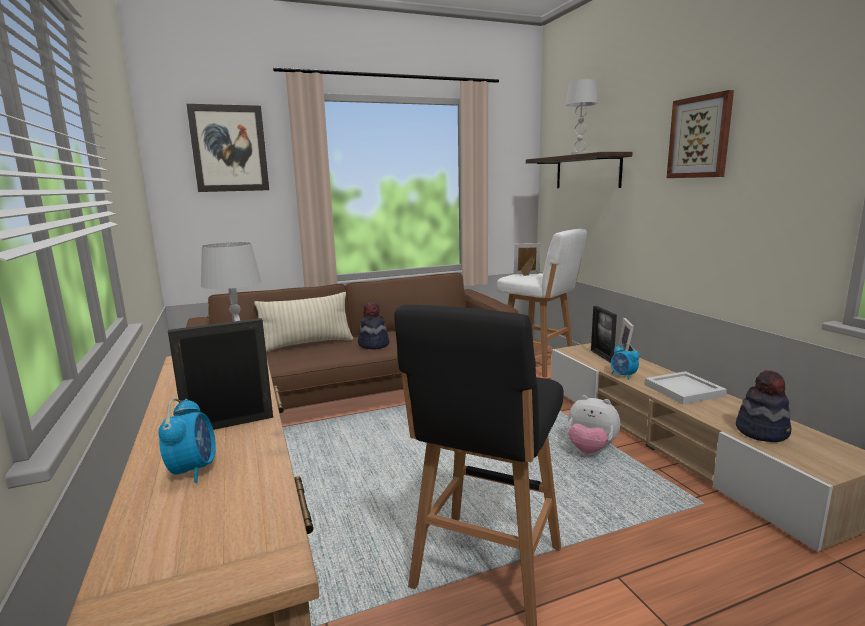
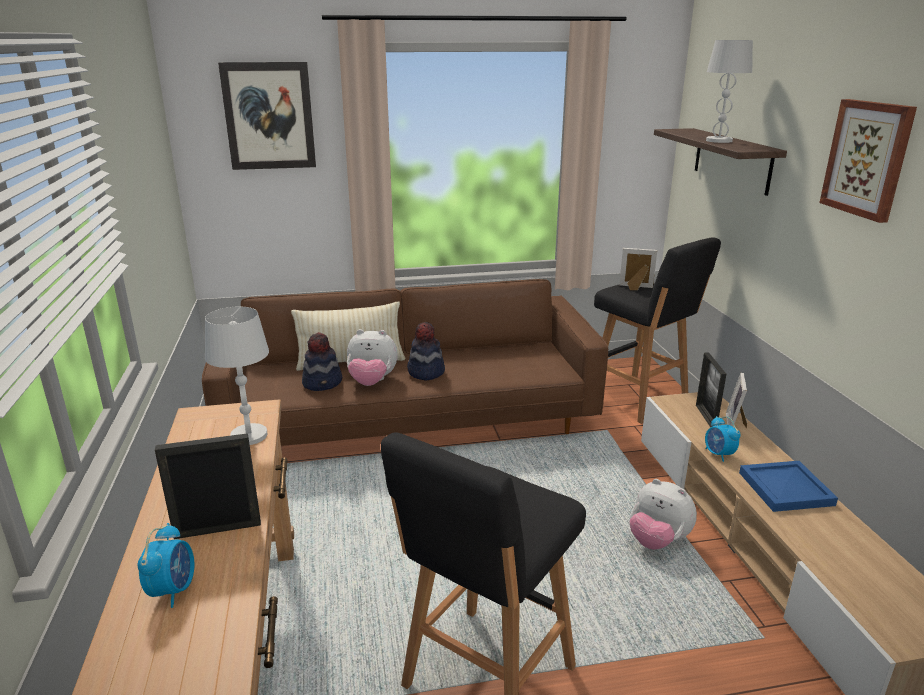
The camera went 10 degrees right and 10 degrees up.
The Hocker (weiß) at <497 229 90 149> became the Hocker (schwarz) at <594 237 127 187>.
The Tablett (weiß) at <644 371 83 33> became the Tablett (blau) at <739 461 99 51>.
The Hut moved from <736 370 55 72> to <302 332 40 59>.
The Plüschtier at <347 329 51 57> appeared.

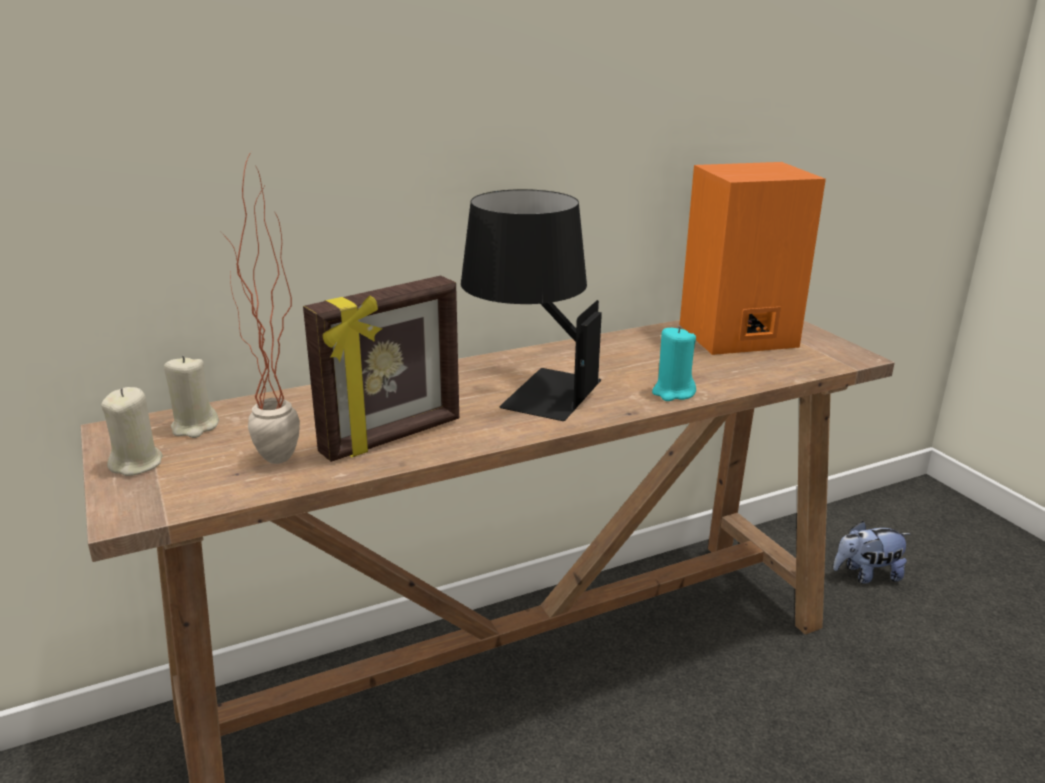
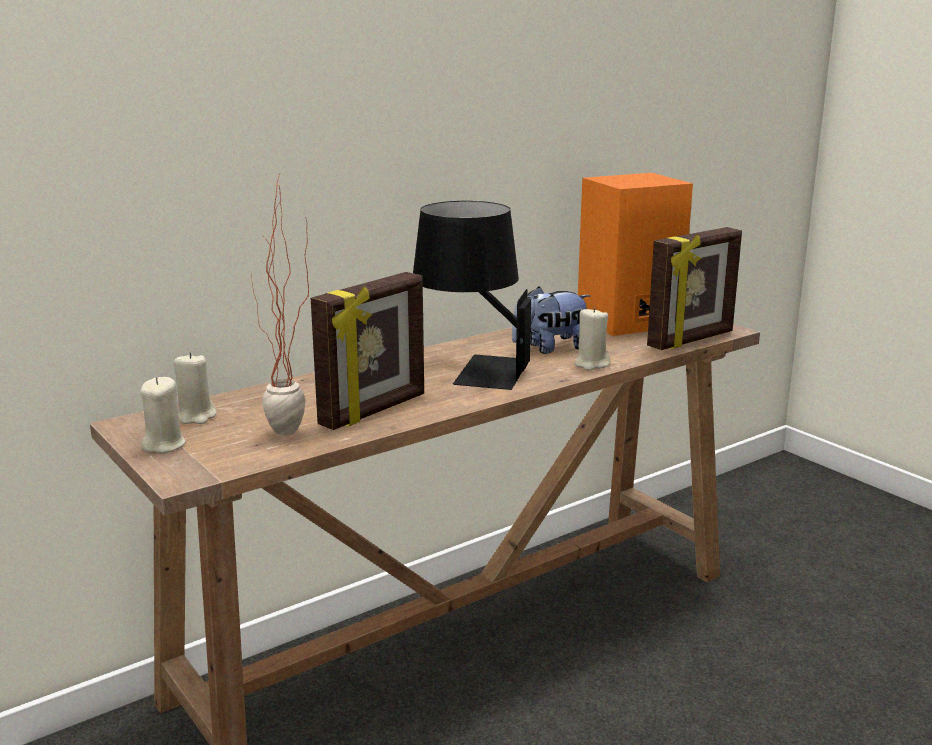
The camera went 10 degrees left and 5 degrees down.
The Kerze (türkis) at <652 326 44 75> became the Kerze (beige) at <575 307 35 63>.
The Plüschtier moved from <833 521 78 63> to <512 286 79 68>.
The Bilderrahmen at <647 227 95 123> appeared.

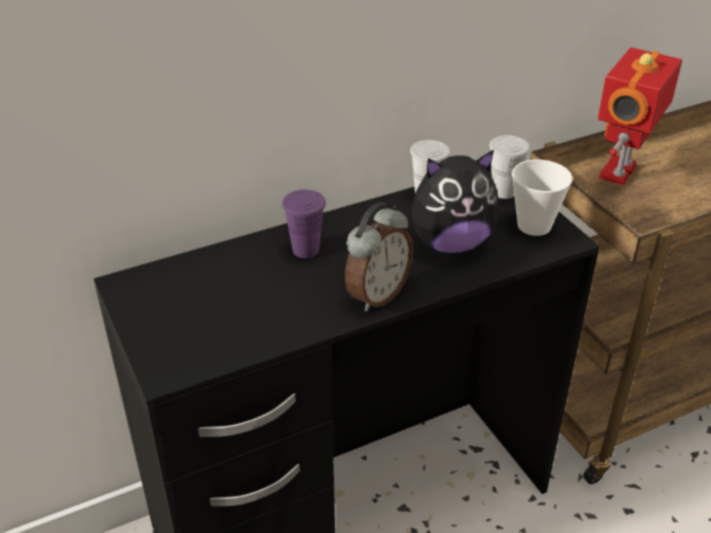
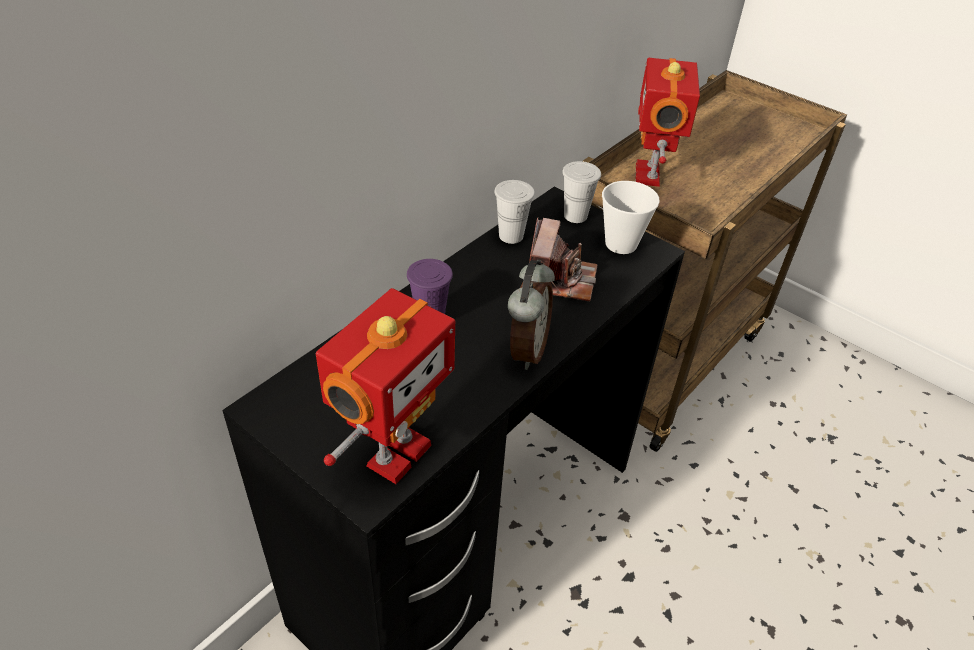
The camera went 25 degrees left and 5 degrees up.
The Plüschtier at <412 150 87 103> was replaced by the Kamera at <529 218 69 83>.
The Spielzeugroboter at <316 288 139 196> appeared.

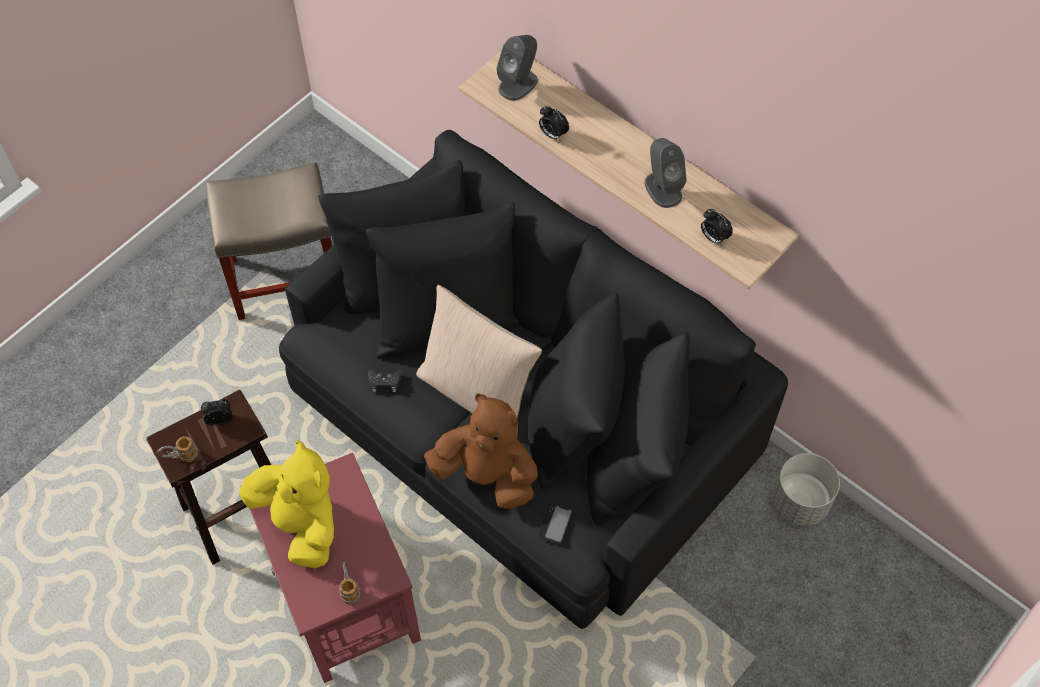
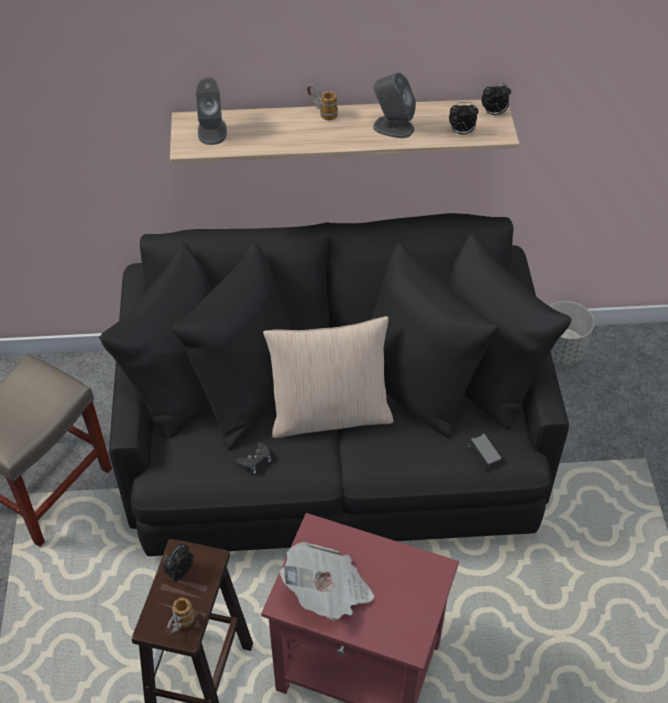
The camera went 45 degrees left and 10 degrees down.
The Plüschtier (gelb) at <239 440 95 128> was replaced by the Zeitung at <280 542 94 78>.
The Henkelbecher moved from <339 560 21 44> to <307 84 31 36>.
The Plüschtier (braun) at <424 394 114 115> disappeared.
The Wecker moved from <539 106 30 35> to <481 83 30 32>.

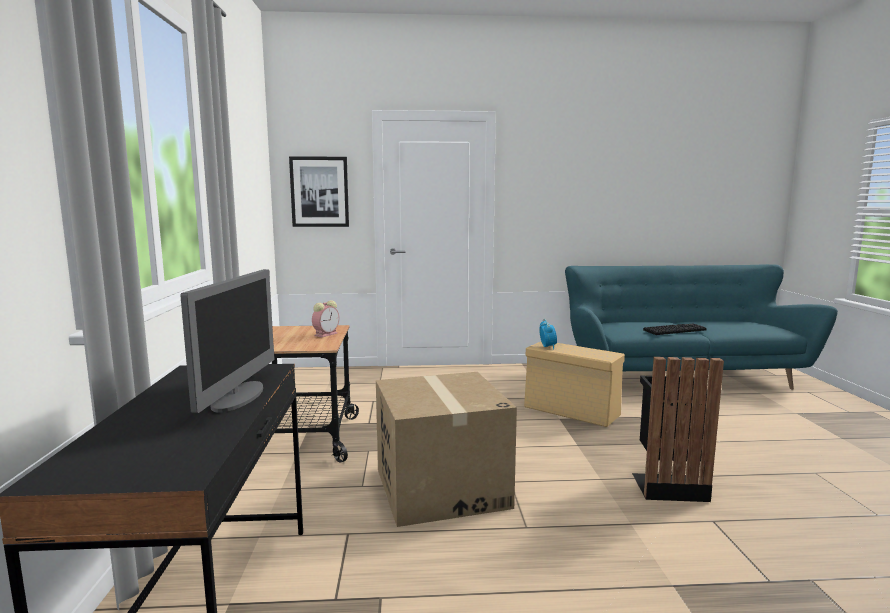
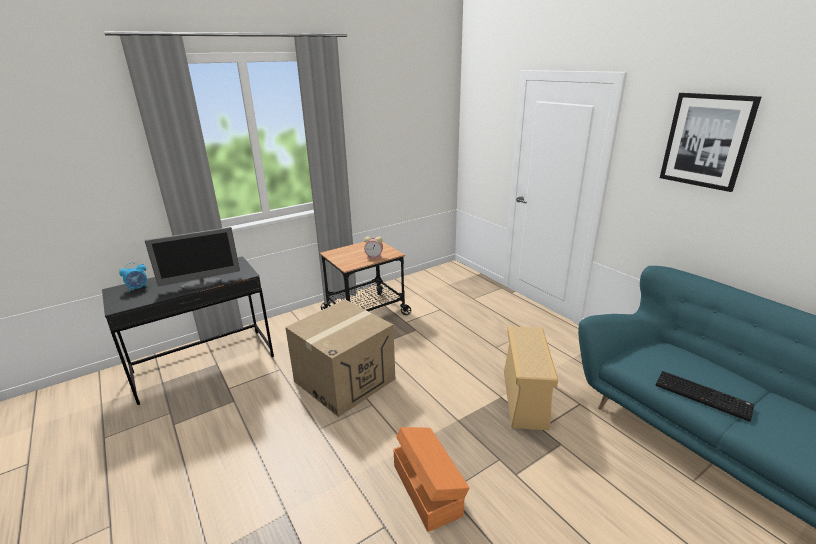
The camera went 60 degrees right and 15 degrees up.
The Bild moved from <289 156 60 71> to <660 93 101 99>.
The Wecker moved from <539 319 18 31> to <119 262 29 30>.
The Mülleimer (schwarz) at <632 357 92 145> was replaced by the Aufbewahrungsbox (orange) at <393 427 77 105>.

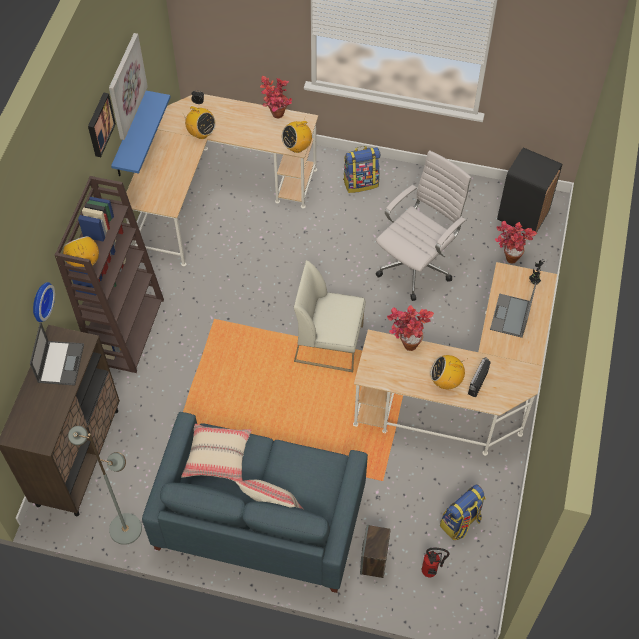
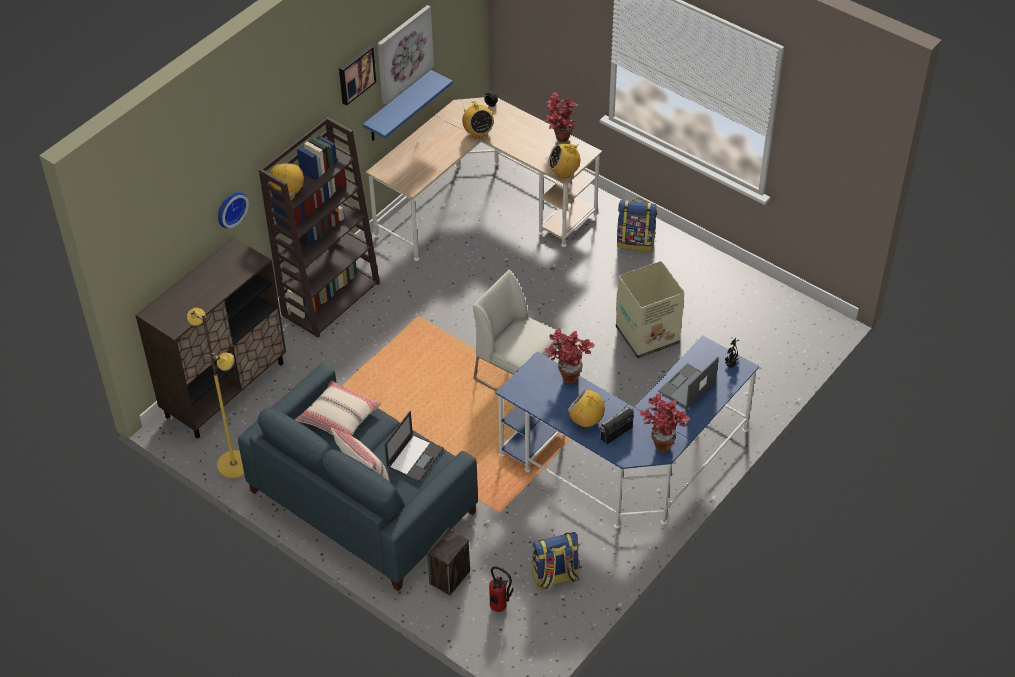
The camera went 25 degrees right and 10 degrees down.
The Laptop moved from <30 322 54 64> to <384 411 60 71>.
The Stehlampe (grau) at <68 425 74 120> became the Stehlampe (gelb) at <187 308 57 170>.
The Schreibtisch (beige) at <353 262 204 194> became the Schreibtisch (blau) at <495 335 264 193>.
The Bürostuhl (weiß) at <376 150 95 151> was replaced by the Karton at <616 261 69 97>.
The Topfpflanze moved from <495 220 42 44> to <640 393 50 59>.
The Mülleimer (schwarz) at <497 148 65 84> disappeared.

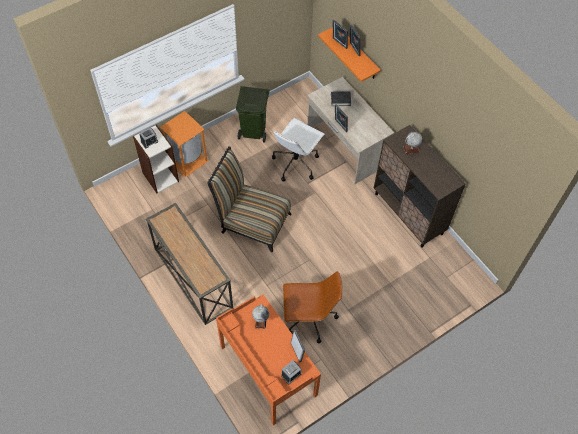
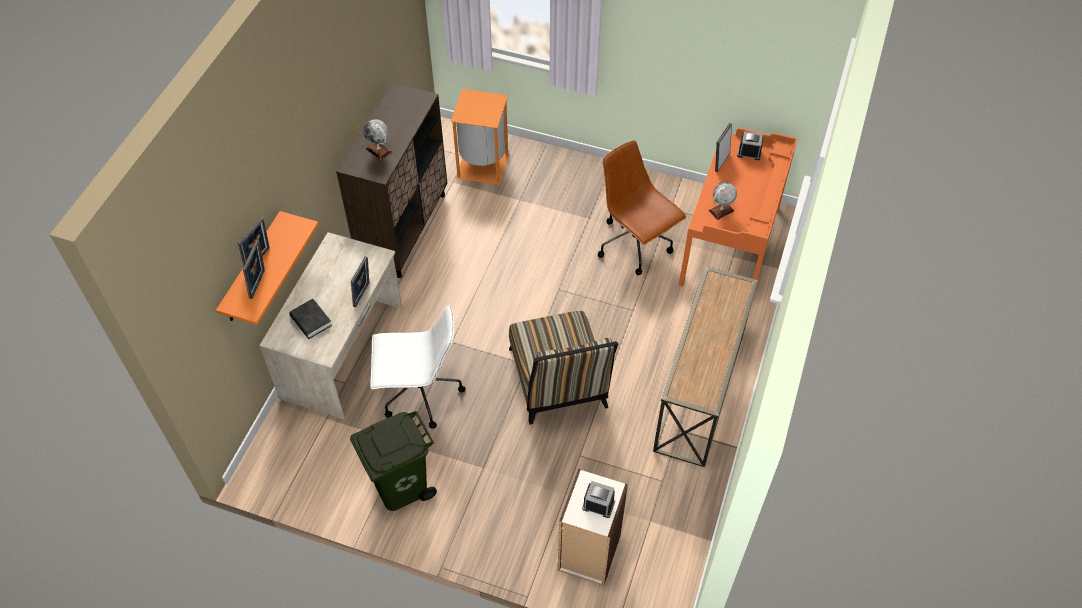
The camera went 125 degrees left and 5 degrees down.
The Mülleimer (orange) moved from <160 111 48 66> to <451 89 59 96>.

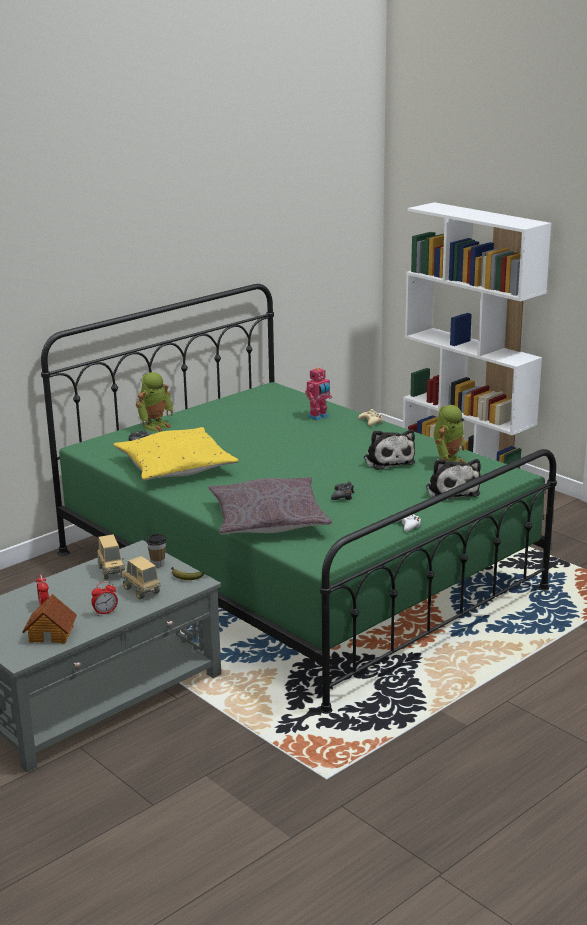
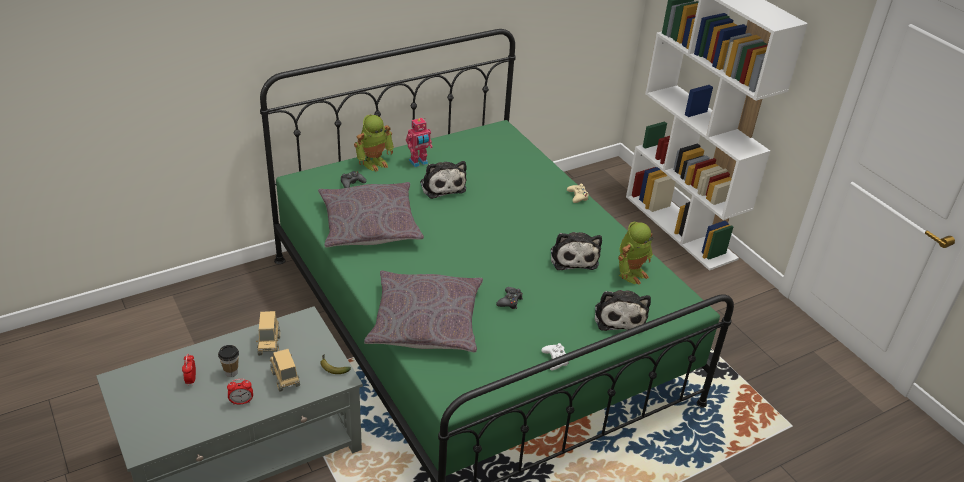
The camera went 10 degrees right and 15 degrees up.
The Spielzeughaus at <22 594 55 50> disappeared.
The Kissen (gelb) at <113 427 126 54> became the Kissen (grau) at <318 182 106 66>.
The Tasse moved from <146 534 21 33> to <218 345 21 32>.
The Spielzeugroboter moved from <305 367 27 54> to <406 118 27 49>.
The Plüschtier at <420 161 46 38> appeared.

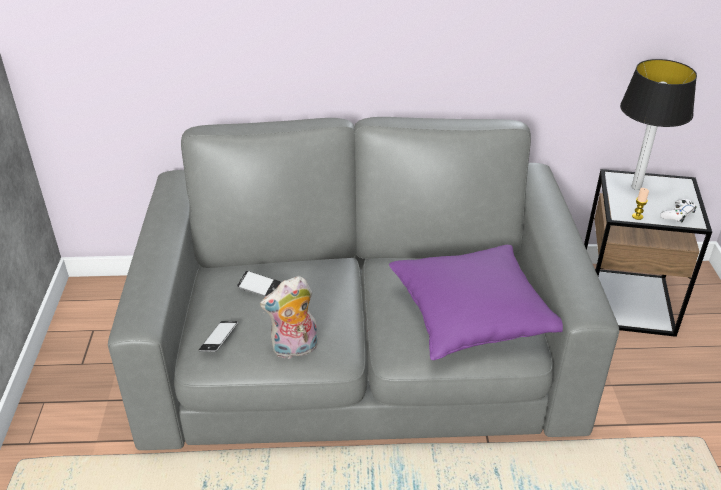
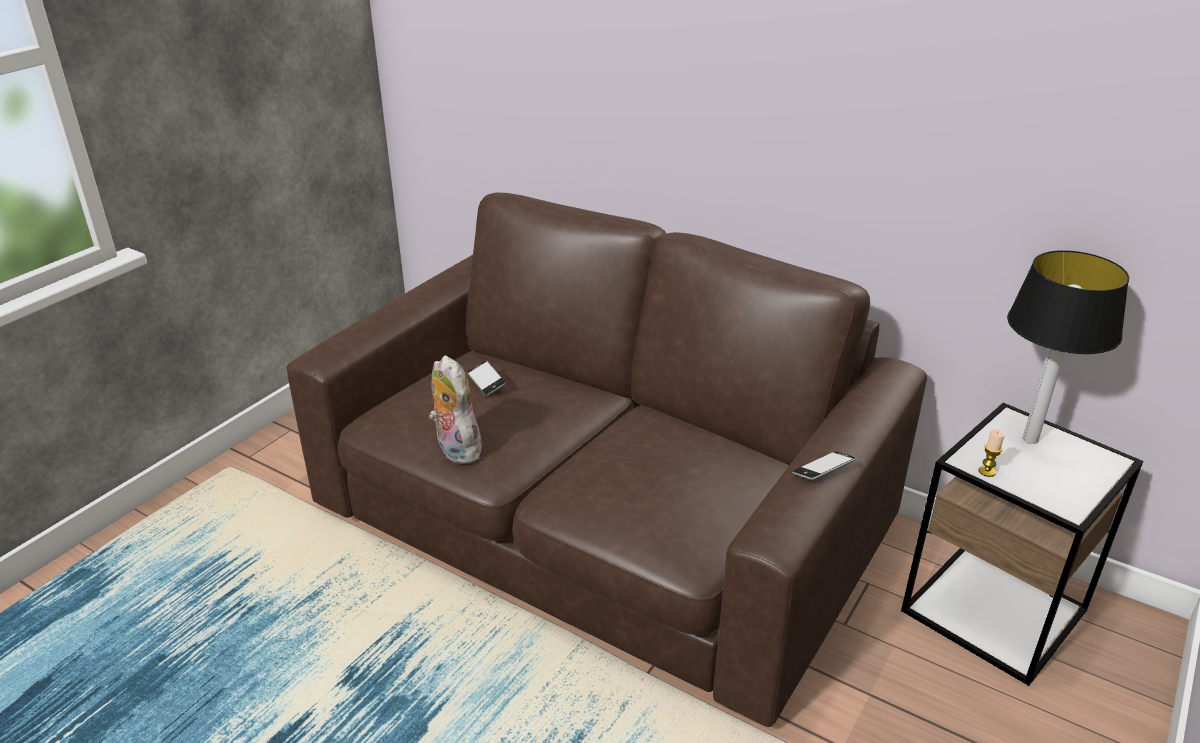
The camera went 35 degrees right and 5 degrees down.
The Sofa (grau) at <108 117 511 333> became the Sofa (braun) at <287 193 640 534>.
The Handy moved from <199 321 39 31> to <792 451 64 29>.
The Plüschtier at <260 276 58 84> turned 45 degrees clockwise.
The Kissen (lila) at <389 245 174 115> disappeared.
The Gamepad (weiß) at <660 199 37 23> disappeared.

